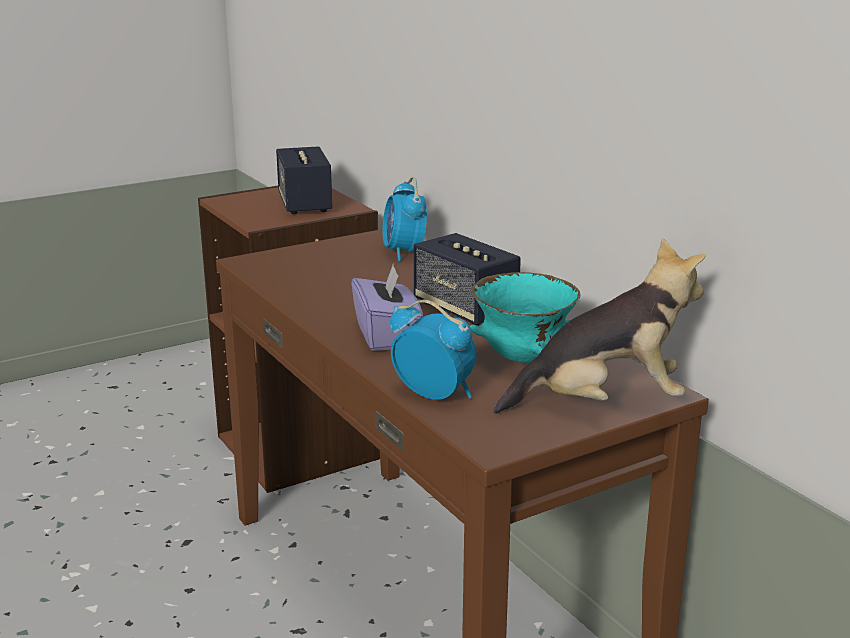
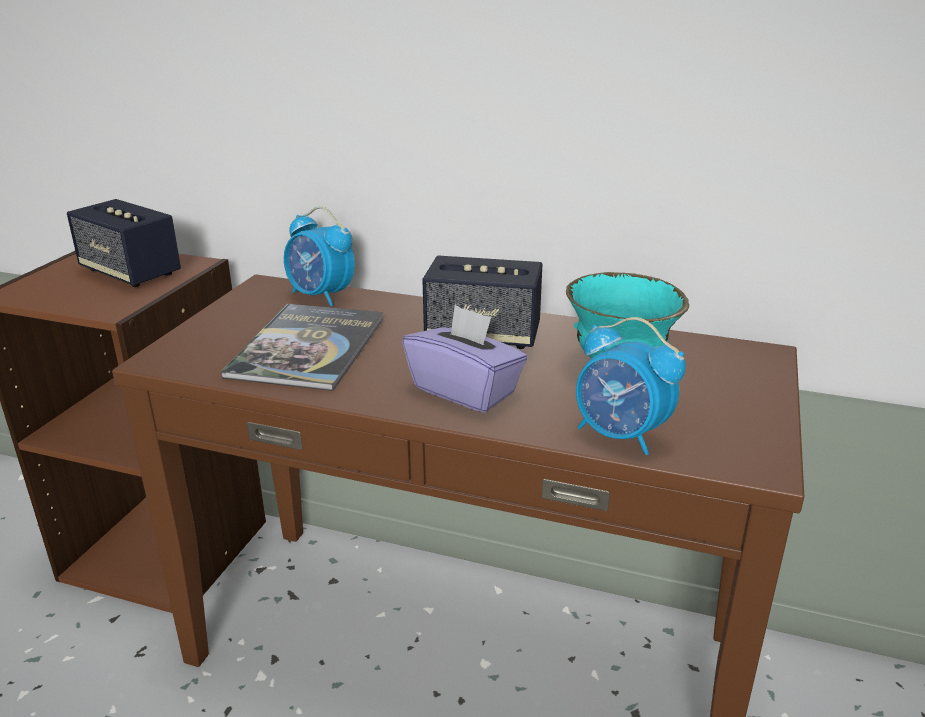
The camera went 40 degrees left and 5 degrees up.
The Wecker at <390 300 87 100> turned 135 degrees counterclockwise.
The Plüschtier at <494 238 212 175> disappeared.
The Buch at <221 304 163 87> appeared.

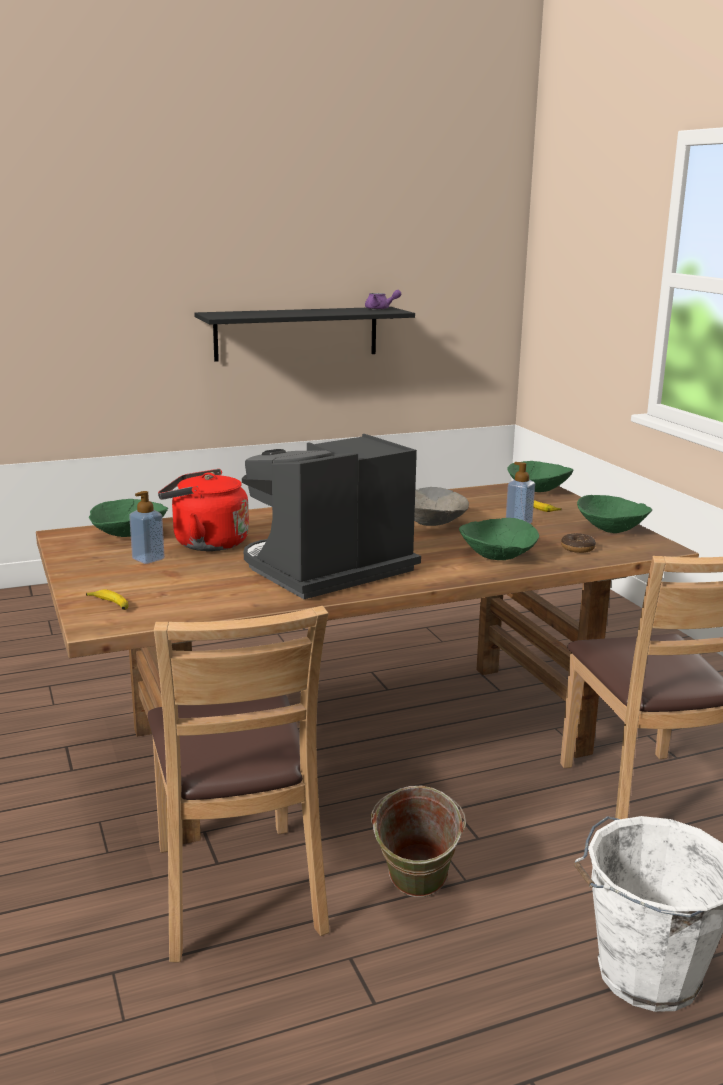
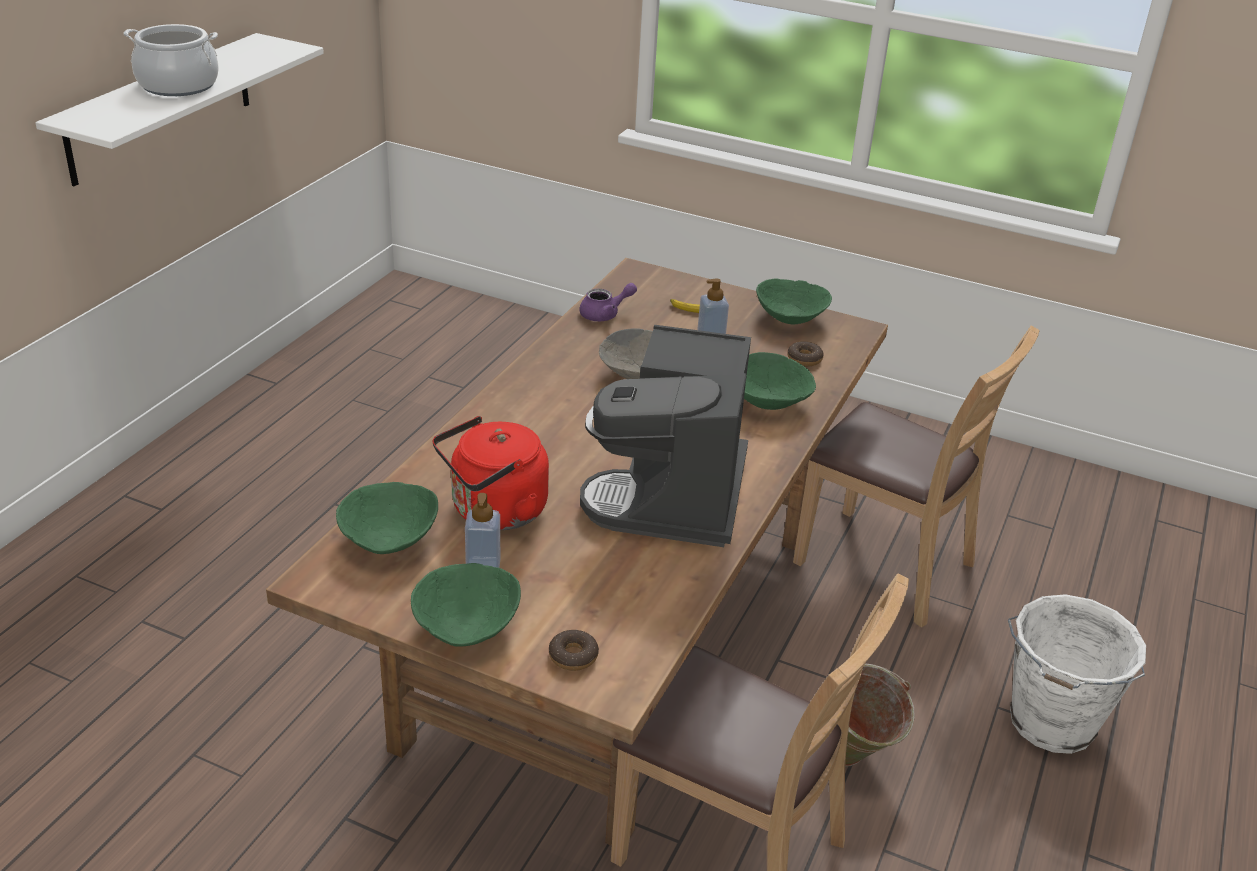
The camera went 45 degrees left and 15 degrees up.
The Banane at <86 589 43 21> was replaced by the Donut at <549 629 50 42>.
The Wandregal (schwarz) at <194 307 221 55> became the Wandregal (weiß) at <35 33 289 153>.
The Teekanne (lila) moved from <365 290 36 20> to <579 283 58 38>.
The Schüssel (grün) moved from <507 461 66 31> to <411 563 110 84>.
The Kochtopf at <124 24 95 72> appeared.

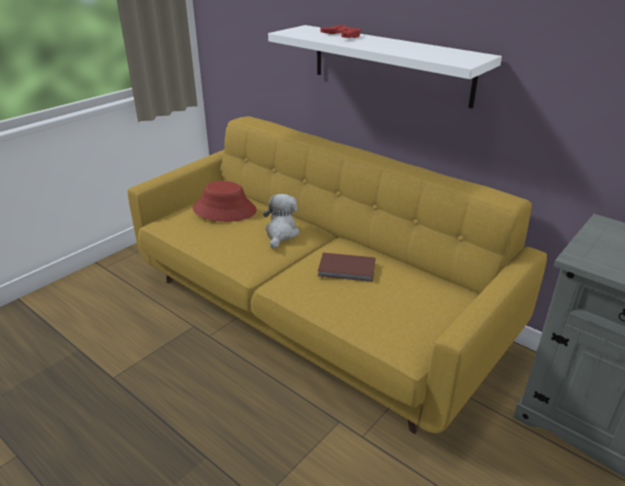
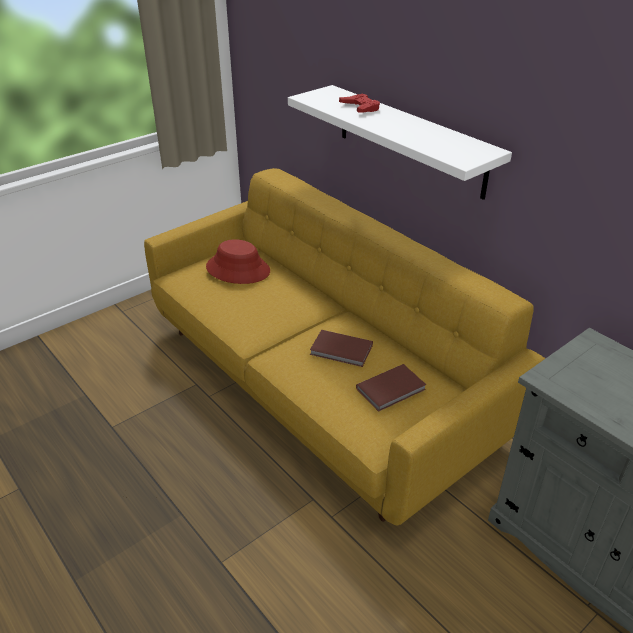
The camera went 10 degrees right and 5 degrees up.
The Plüschtier at <263 194 37 54> disappeared.
The Buch (braun) at <356 364 70 48> appeared.

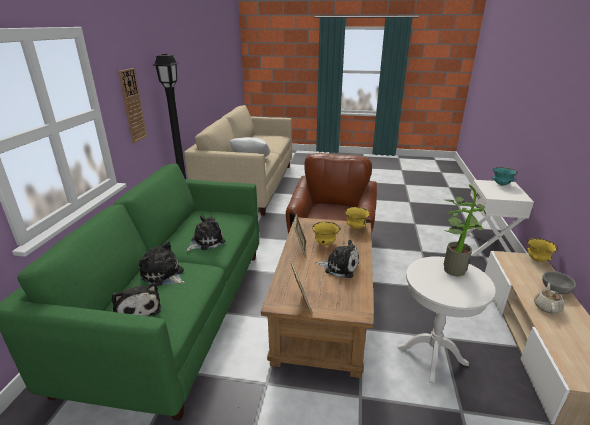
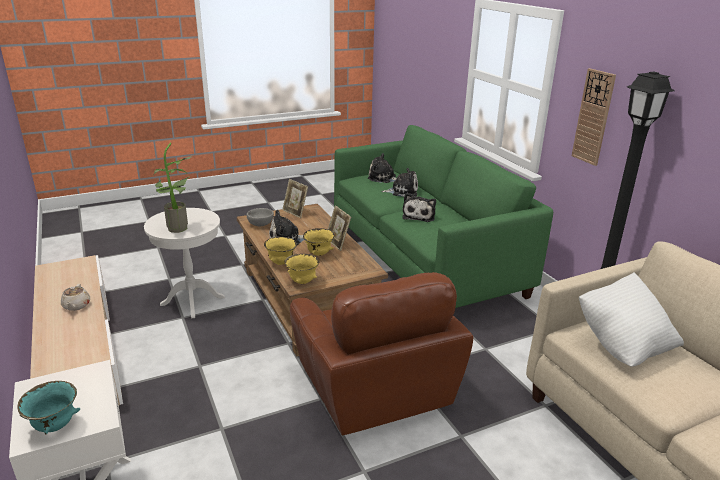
The camera went 145 degrees right and 0 degrees up.
The Schüssel (gelb) moved from <527 238 31 24> to <264 237 33 28>.
The Schüssel (grau) moved from <542 271 34 23> to <247 208 27 18>.

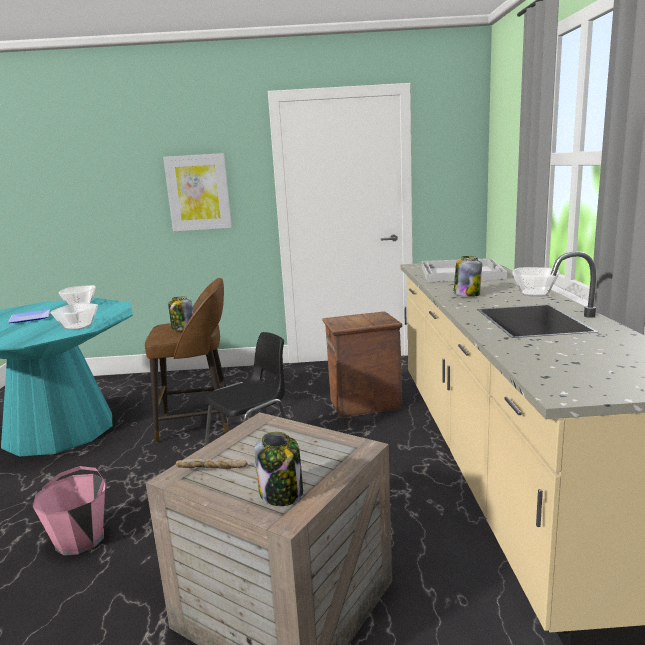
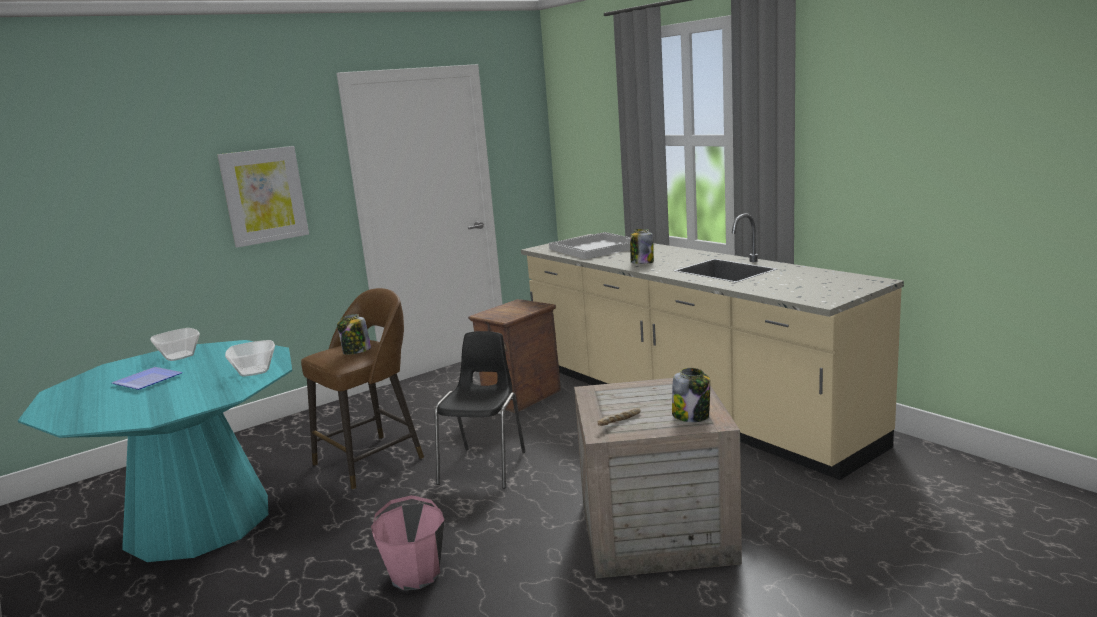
The camera went 35 degrees left and 0 degrees up.
The Schüssel at <512 267 48 30> disappeared.

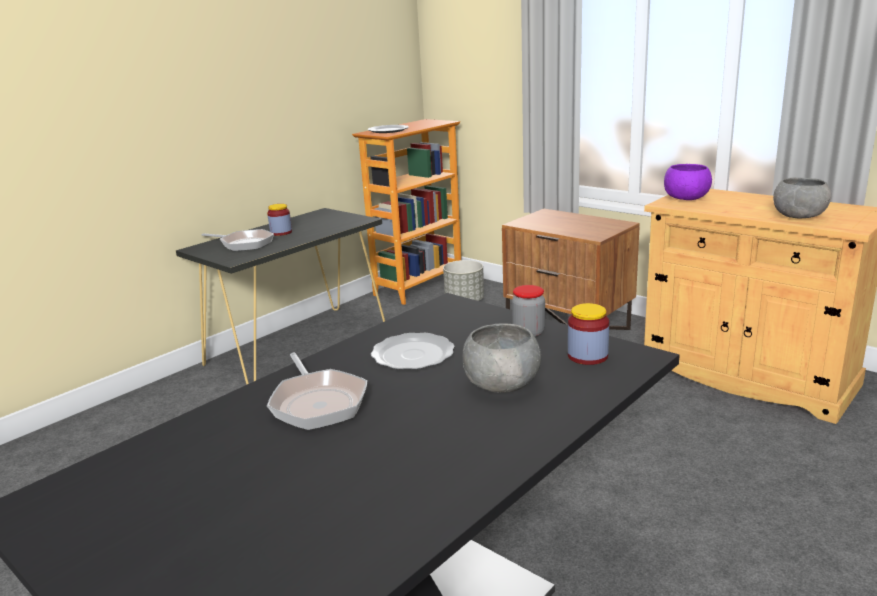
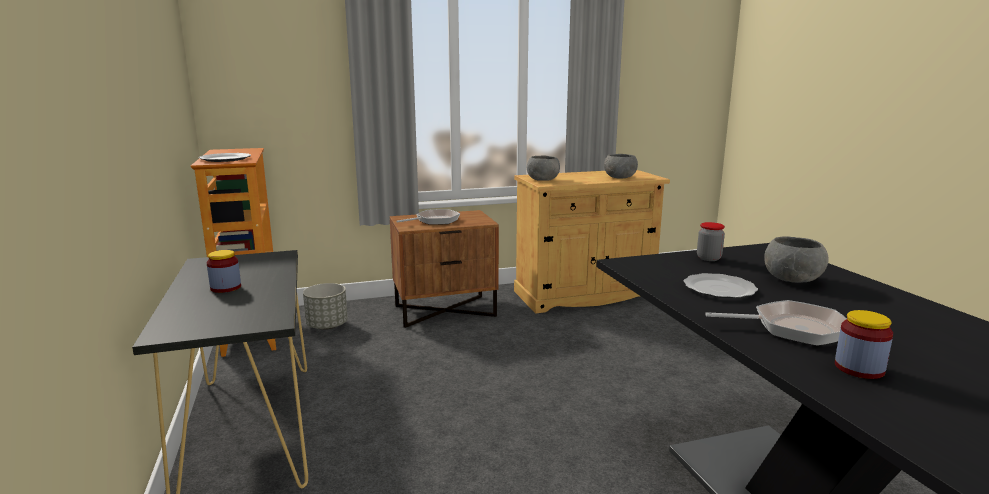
The camera went 60 degrees left and 5 degrees down.
The Pfanne moved from <202 229 72 22> to <396 209 64 16>.
The Vorratsglas moved from <568 303 41 62> to <835 310 58 69>.
The Schüssel (lila) at <664 164 48 36> became the Schüssel (grau) at <527 156 33 25>.

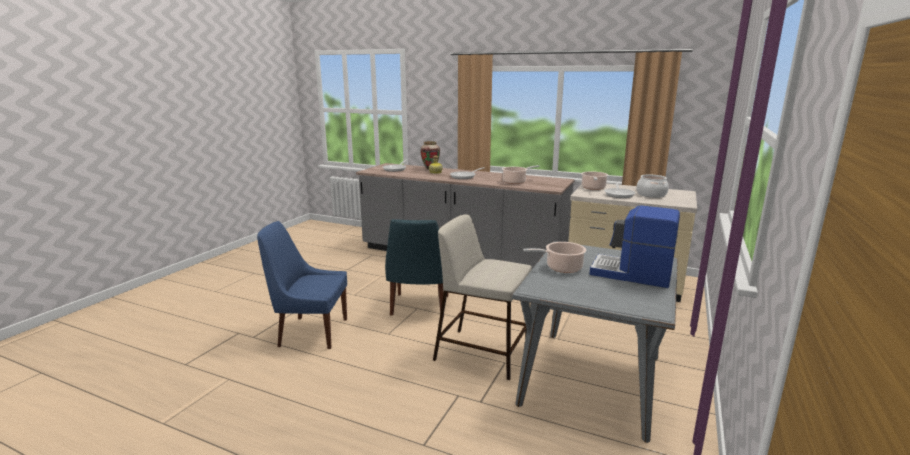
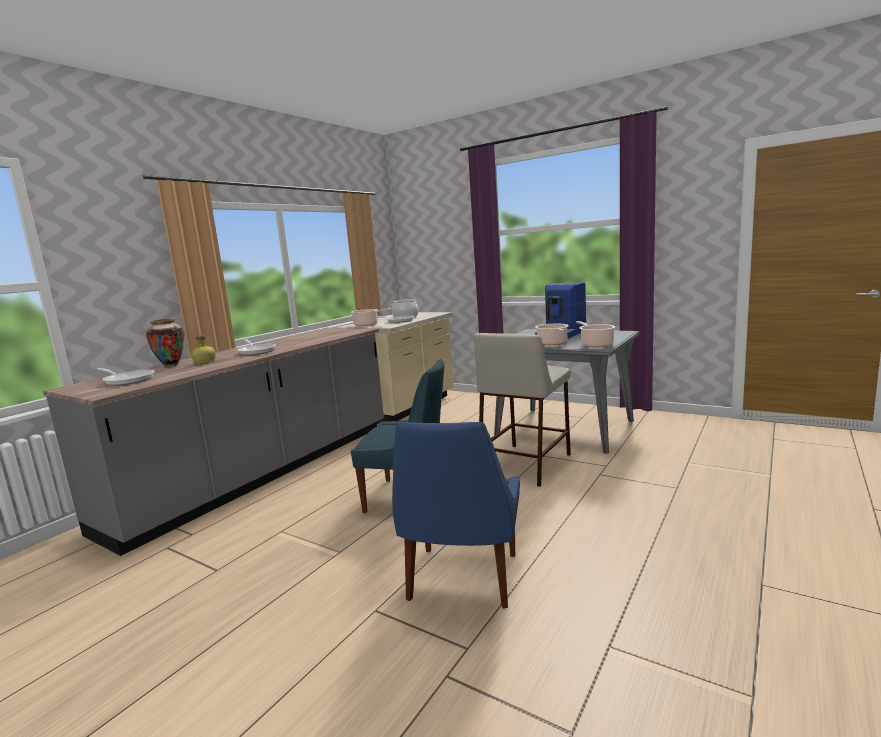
The camera went 80 degrees left and 5 degrees down.
The Kochtopf moved from <502 165 38 19> to <576 321 39 26>.

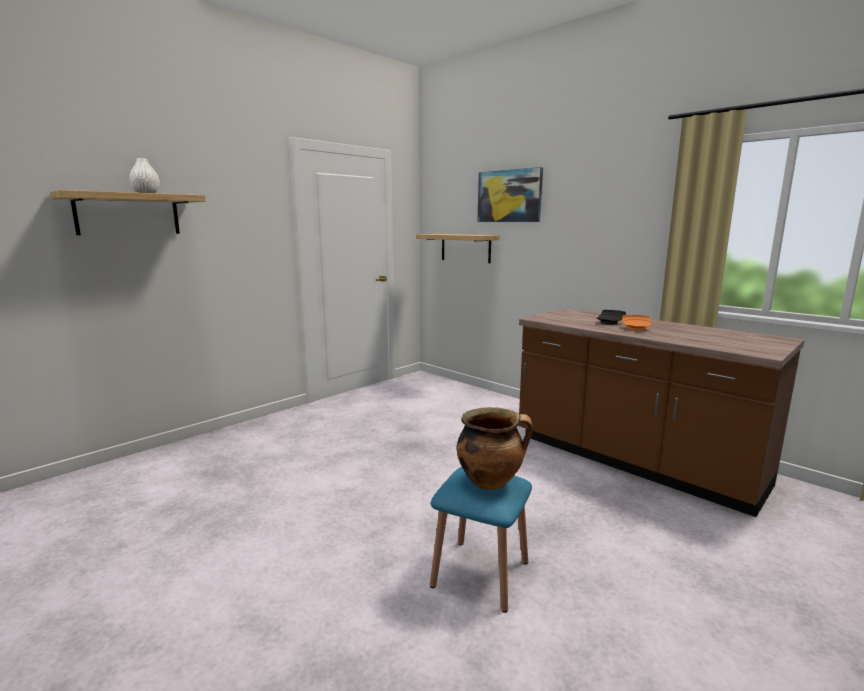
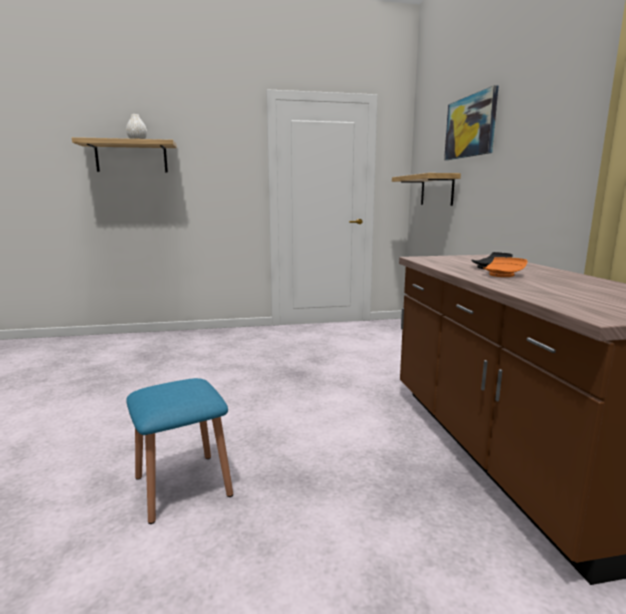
The camera went 35 degrees right and 0 degrees up.
The Kochtopf at <457 407 76 83> disappeared.

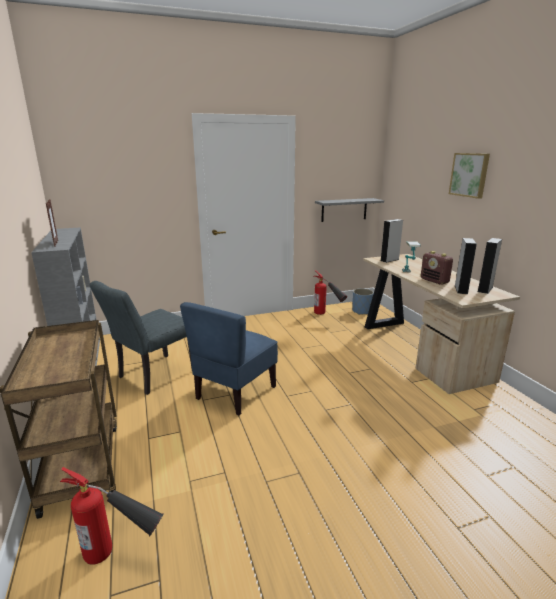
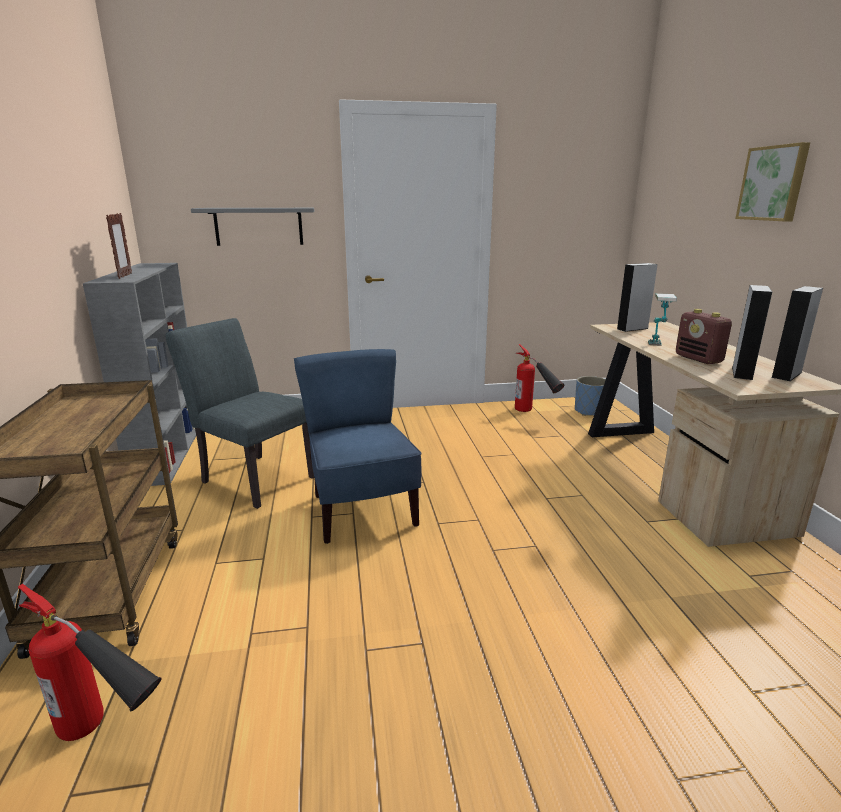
The camera went 10 degrees right and 0 degrees up.
The Stuhl (grau) at <90 281 102 114> turned 75 degrees clockwise.
The Stuhl (blau) at <180 302 98 114> turned 120 degrees clockwise.
The Wandregal (grau) moved from <315 198 69 24> to <191 208 123 38>.

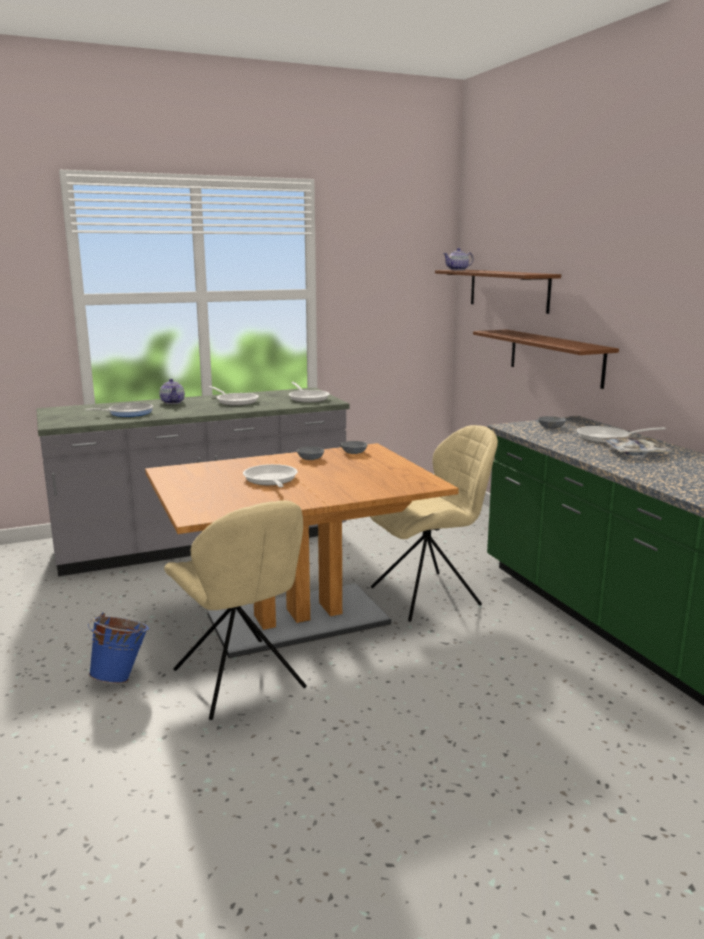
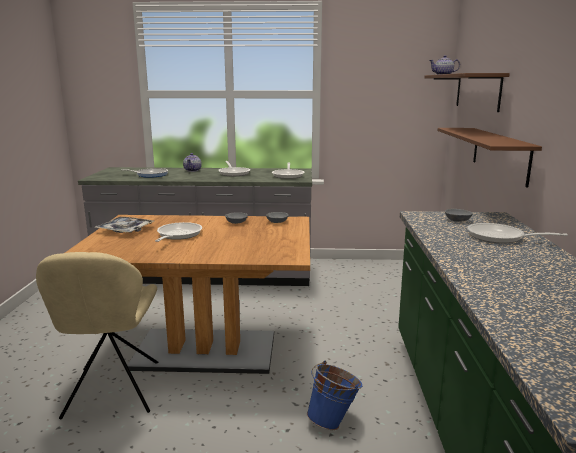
The camera went 25 degrees right and 0 degrees up.
The Eimer (blau) moved from <88 613 61 71> to <307 361 55 69>.
The Stuhl (beige) at <370 425 128 197> disappeared.
The Tablett moved from <601 437 72 18> to <95 217 59 16>.

